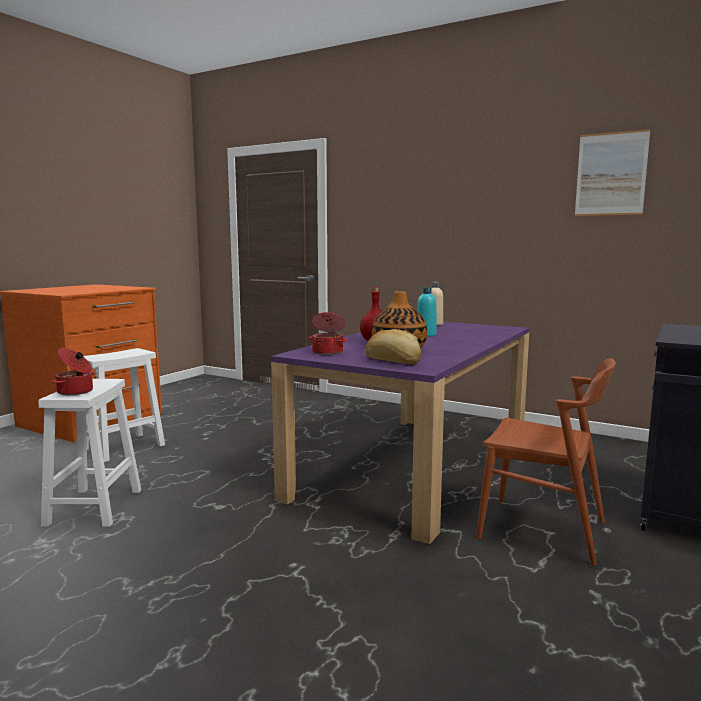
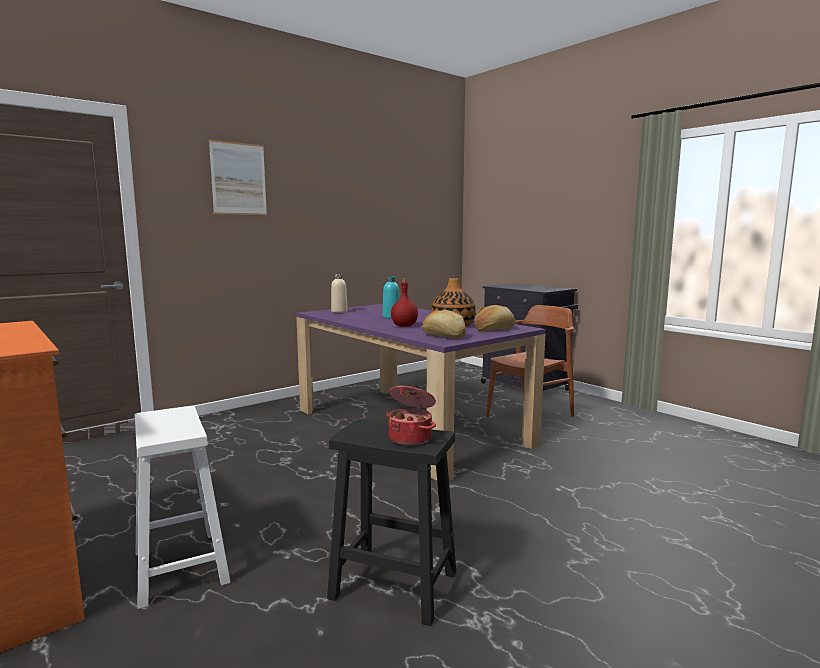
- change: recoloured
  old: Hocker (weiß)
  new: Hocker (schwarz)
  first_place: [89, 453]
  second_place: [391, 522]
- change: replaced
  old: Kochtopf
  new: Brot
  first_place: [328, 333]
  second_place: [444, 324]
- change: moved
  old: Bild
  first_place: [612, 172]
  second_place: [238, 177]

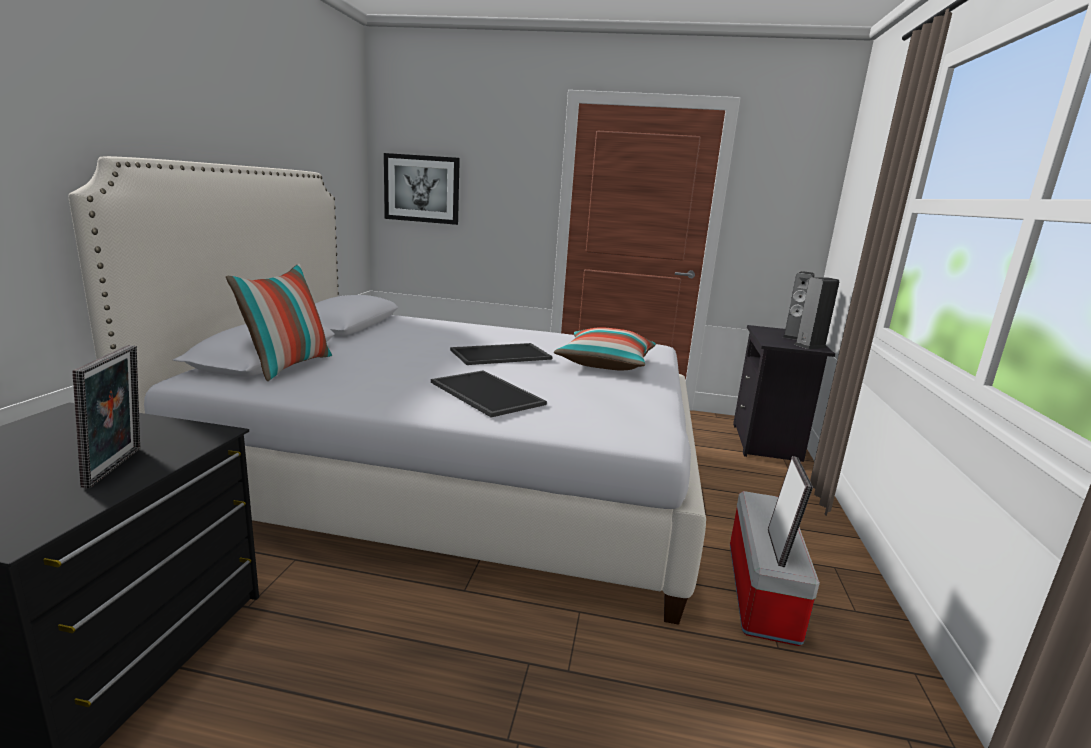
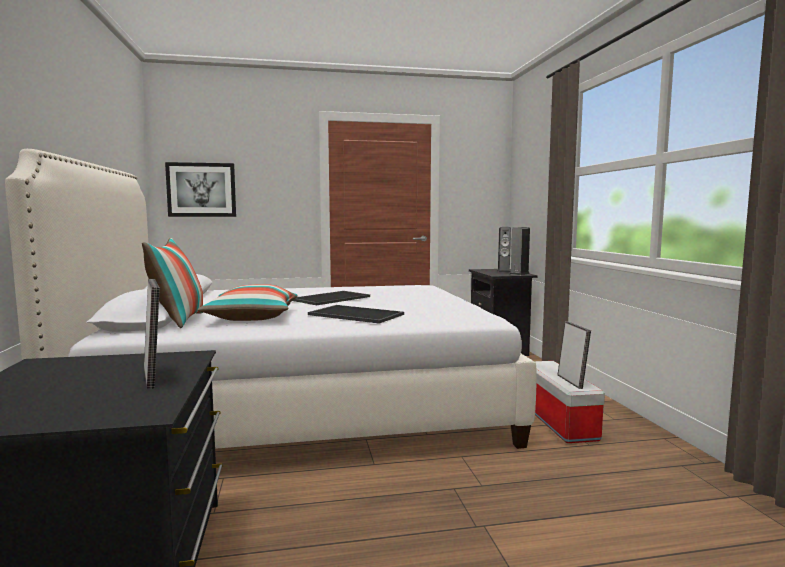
- change: moved
  old: Kissen
  first_place: [605, 348]
  second_place: [248, 302]

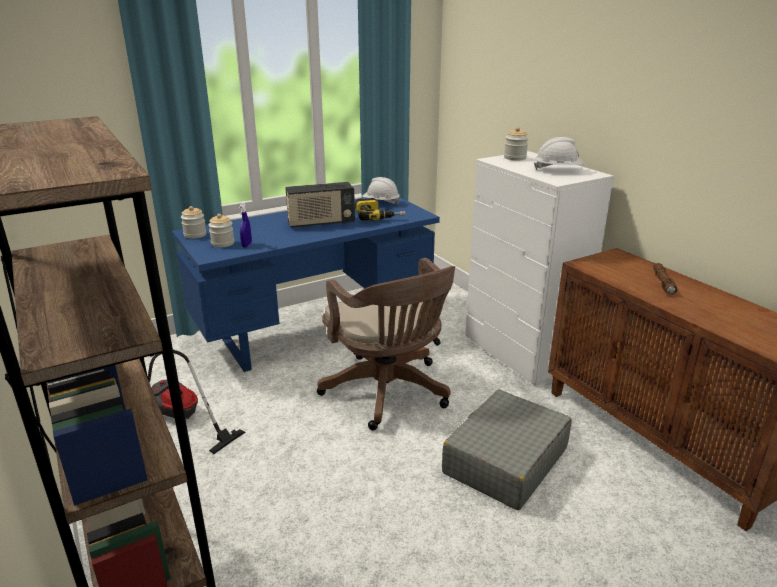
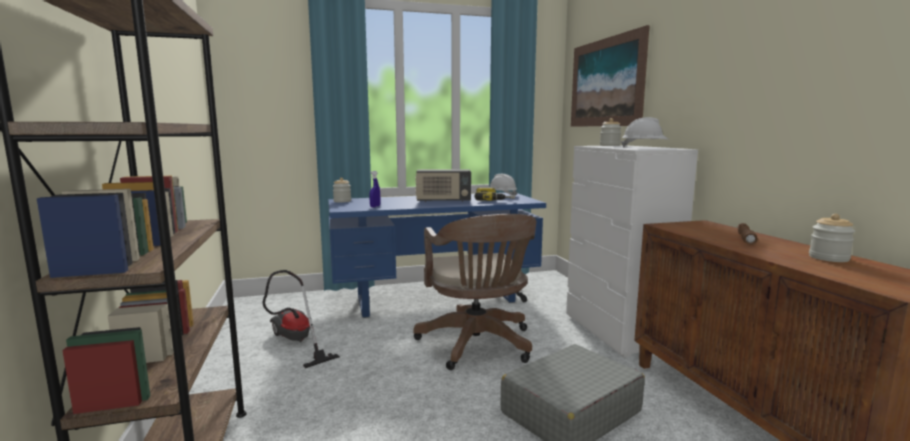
- change: moved
  old: Vorratsglas
  first_place: [221, 230]
  second_place: [832, 238]
- change: added
  new: Bild
  second_place: [610, 75]

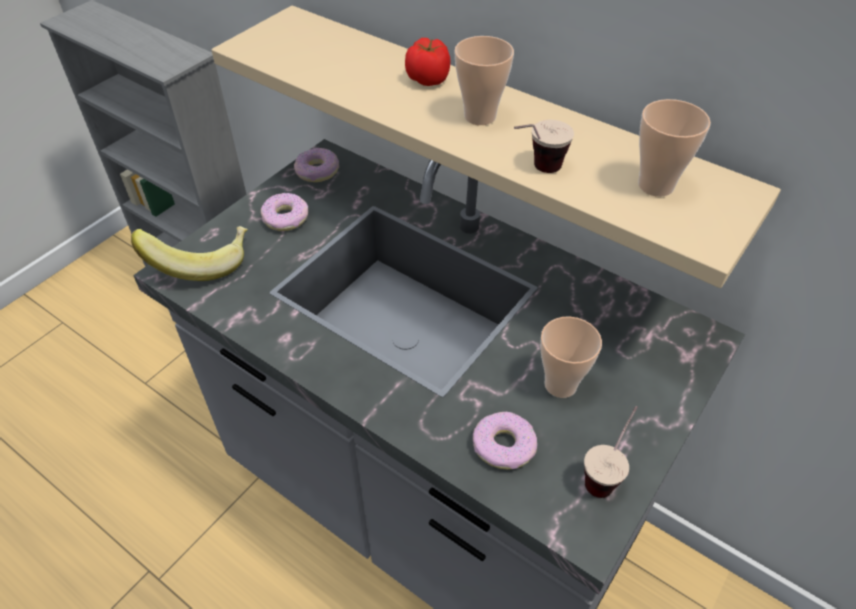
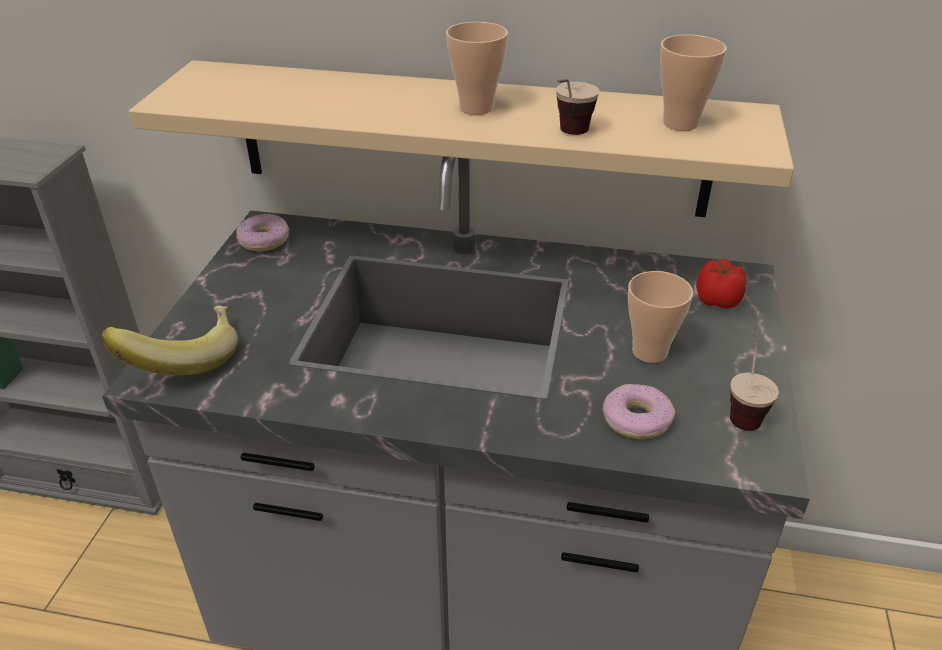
- change: removed
  old: Donut
  first_place: [284, 212]
- change: moved
  old: Tomate
  first_place: [428, 62]
  second_place: [721, 284]

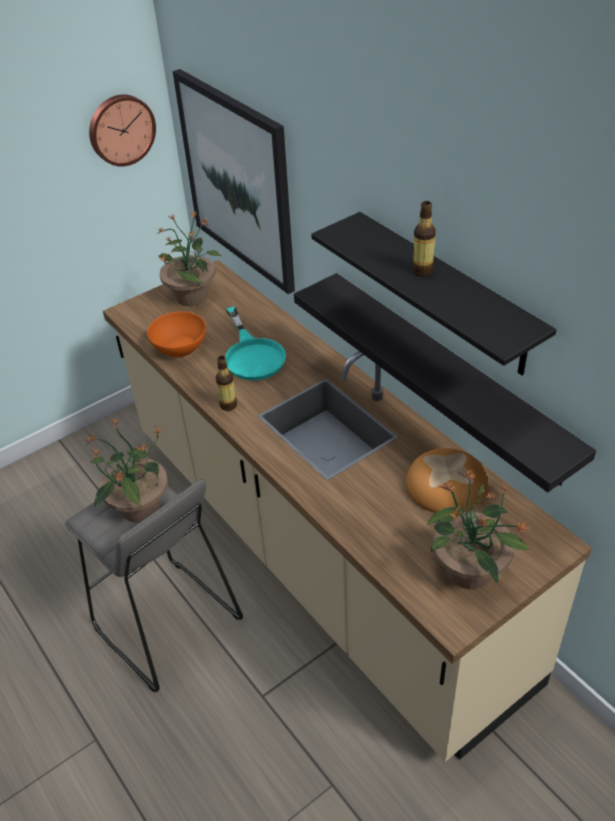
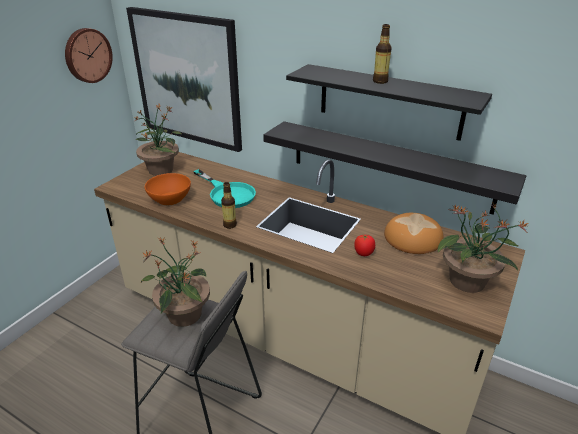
- change: added
  new: Tomate
  second_place: [364, 245]

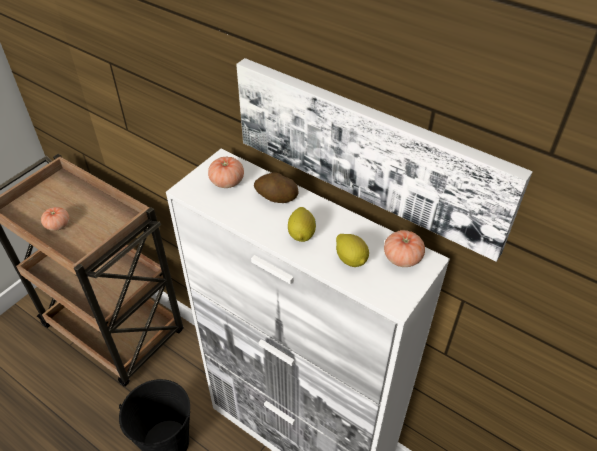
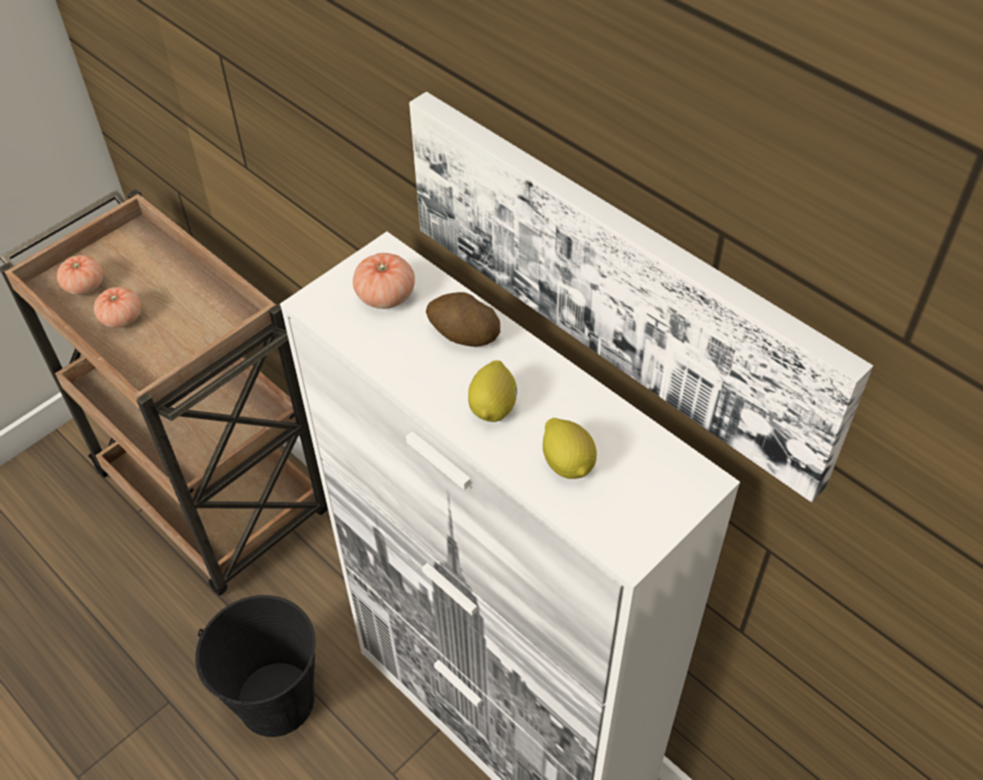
- change: moved
  old: Tomate
  first_place: [404, 248]
  second_place: [80, 275]

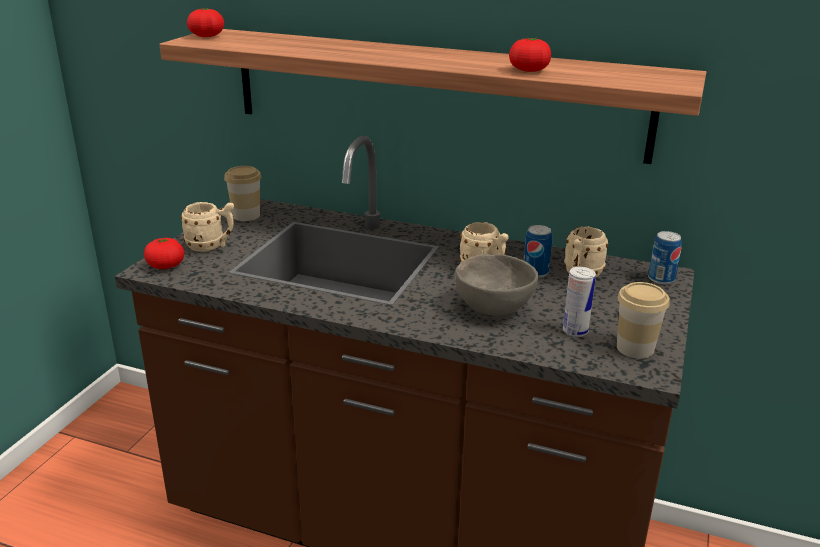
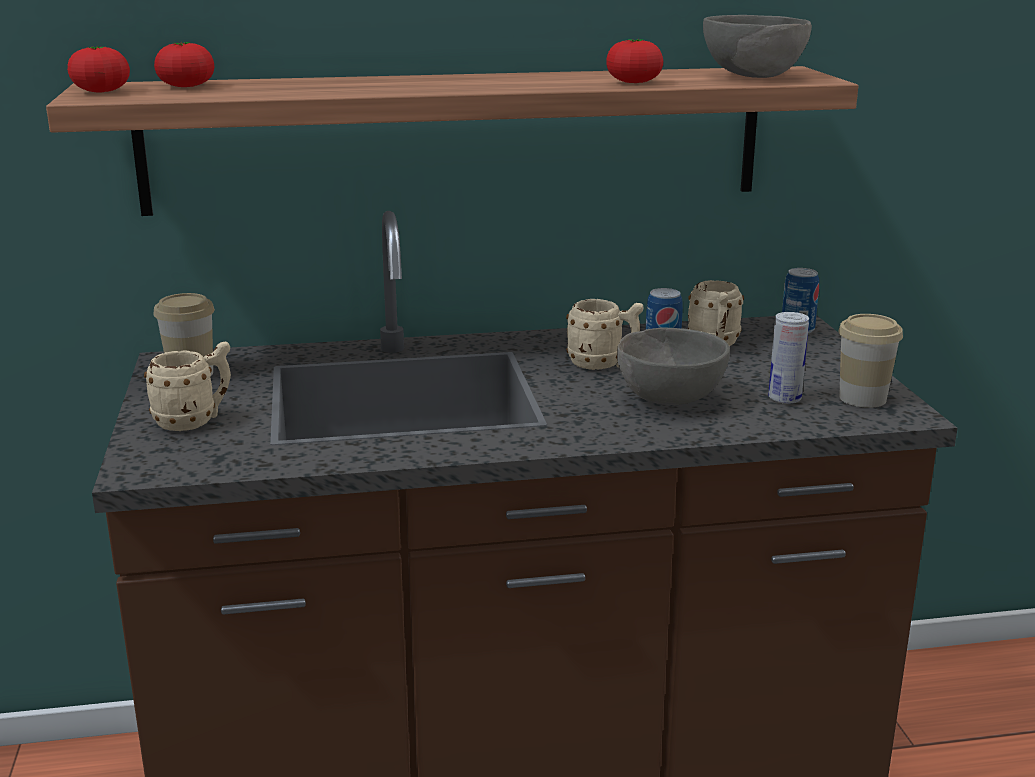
- change: moved
  old: Tomate
  first_place: [164, 253]
  second_place: [184, 64]
- change: added
  new: Schüssel (grau)
  second_place: [757, 46]

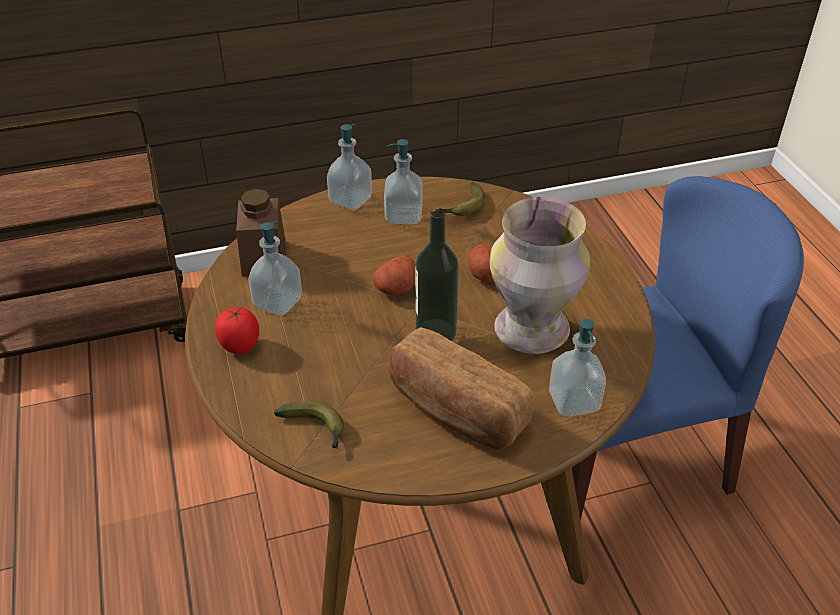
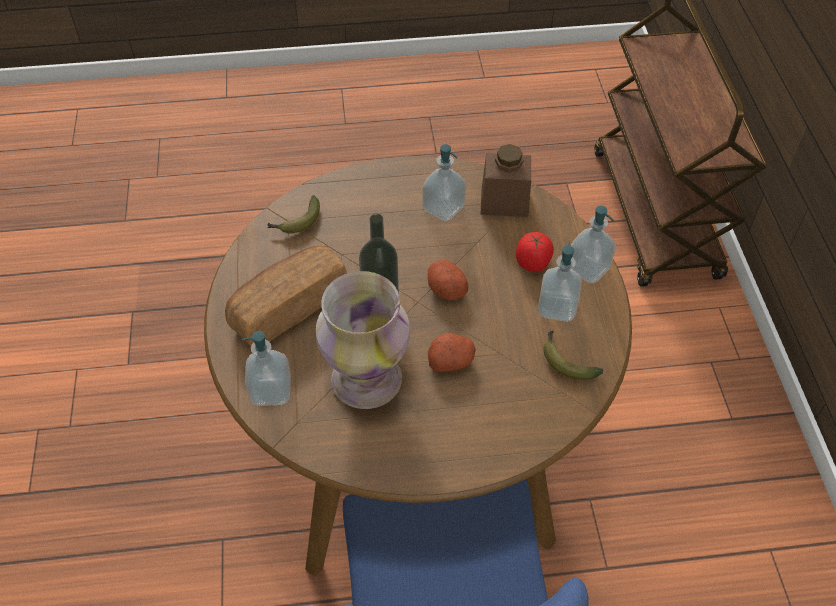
- change: moved
  old: Tomate
  first_place: [237, 330]
  second_place: [535, 252]

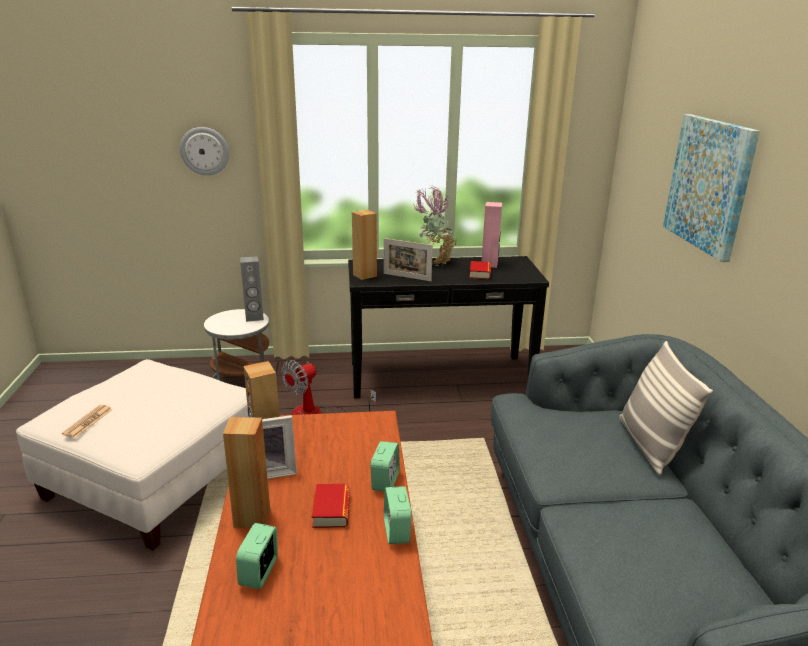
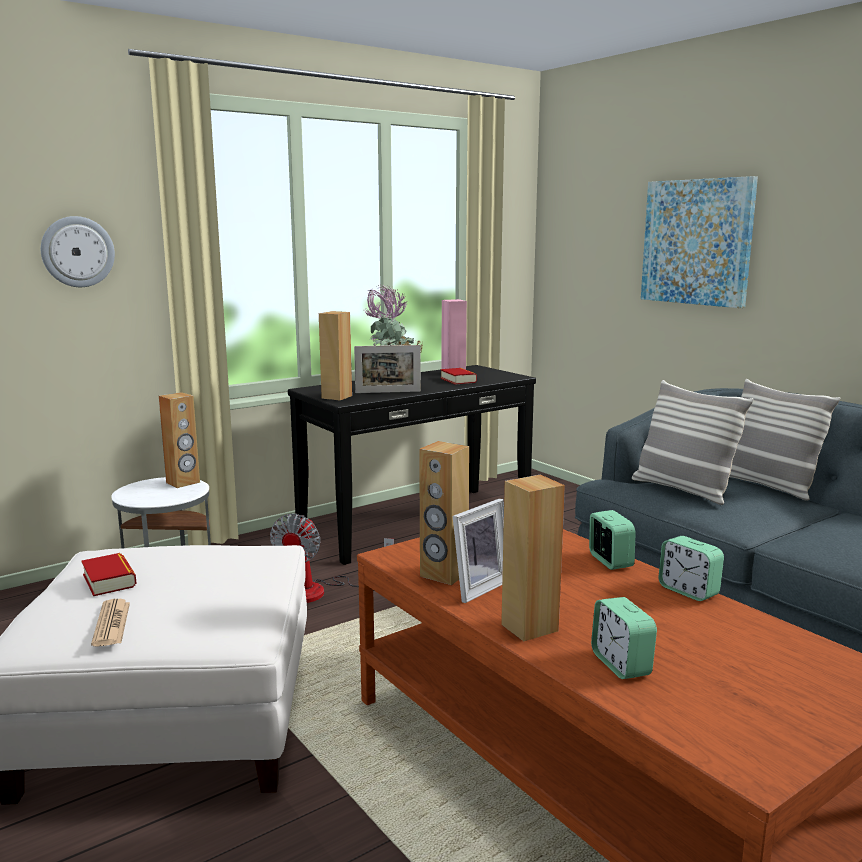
- change: recoloured
  old: Lautsprecher (grau)
  new: Lautsprecher (braun)
  first_place: [252, 289]
  second_place: [179, 440]
- change: moved
  old: Buch
  first_place: [331, 506]
  second_place: [109, 574]
- change: added
  new: Kissen
  second_place: [693, 442]

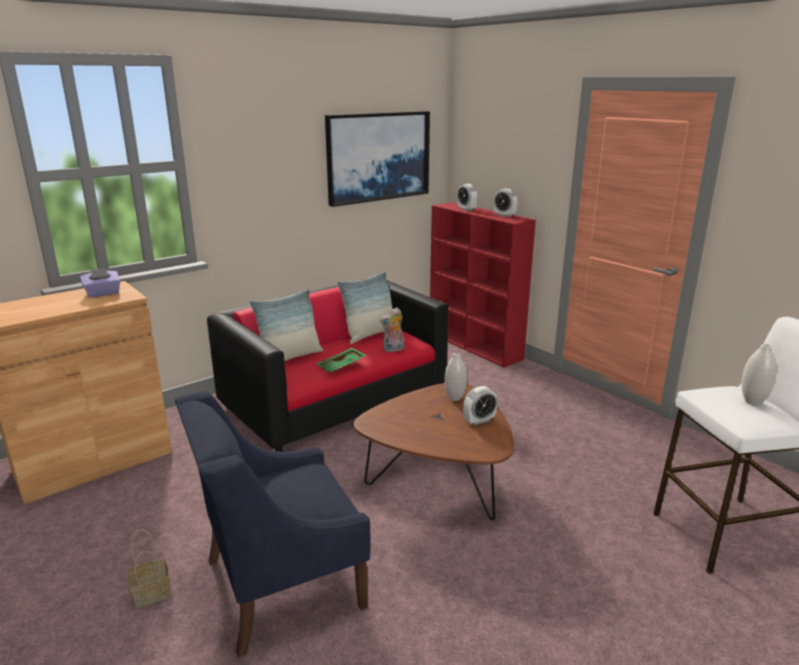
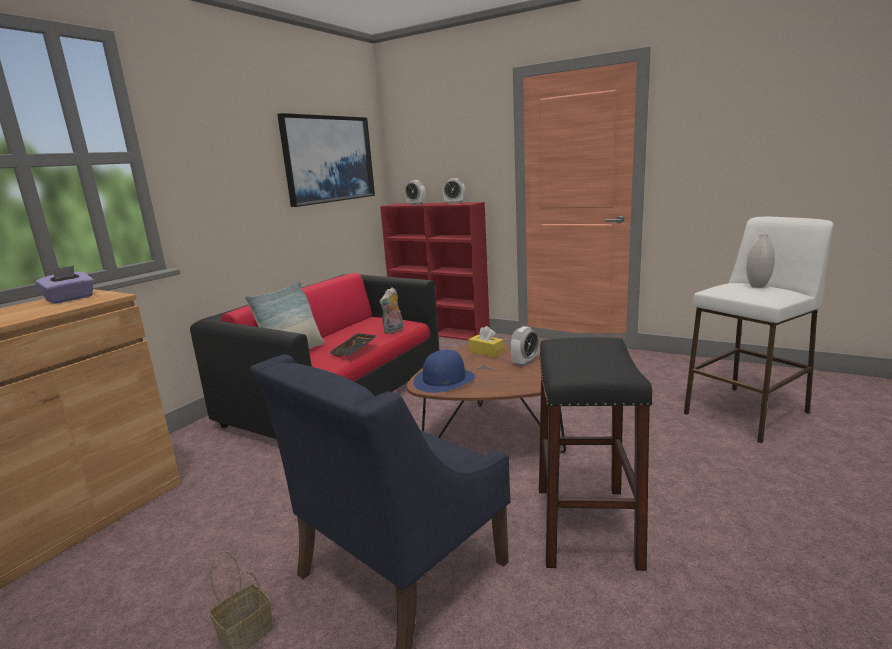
- change: recoloured
  old: Tablett (grün)
  new: Tablett (schwarz)
  first_place: [341, 360]
  second_place: [353, 345]
- change: removed
  old: Kissen
  first_place: [365, 307]
- change: replaced
  old: Vase (weiß)
  new: Taschentuchbox (gelb)
  first_place: [456, 377]
  second_place: [486, 342]
- change: added
  new: Hut (blau)
  second_place: [444, 371]
- change: added
  new: Hocker (schwarz)
  second_place: [596, 454]

